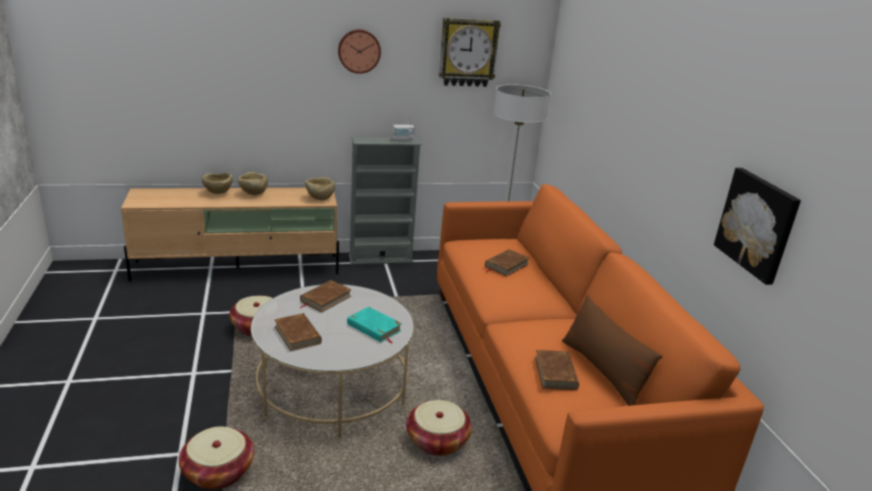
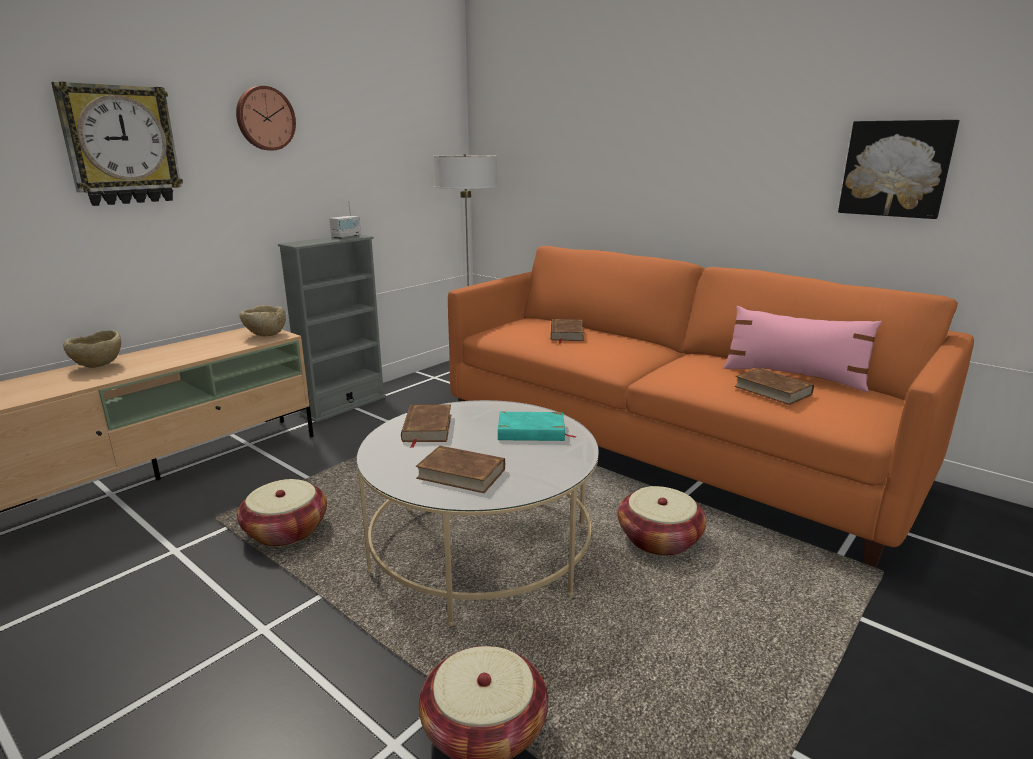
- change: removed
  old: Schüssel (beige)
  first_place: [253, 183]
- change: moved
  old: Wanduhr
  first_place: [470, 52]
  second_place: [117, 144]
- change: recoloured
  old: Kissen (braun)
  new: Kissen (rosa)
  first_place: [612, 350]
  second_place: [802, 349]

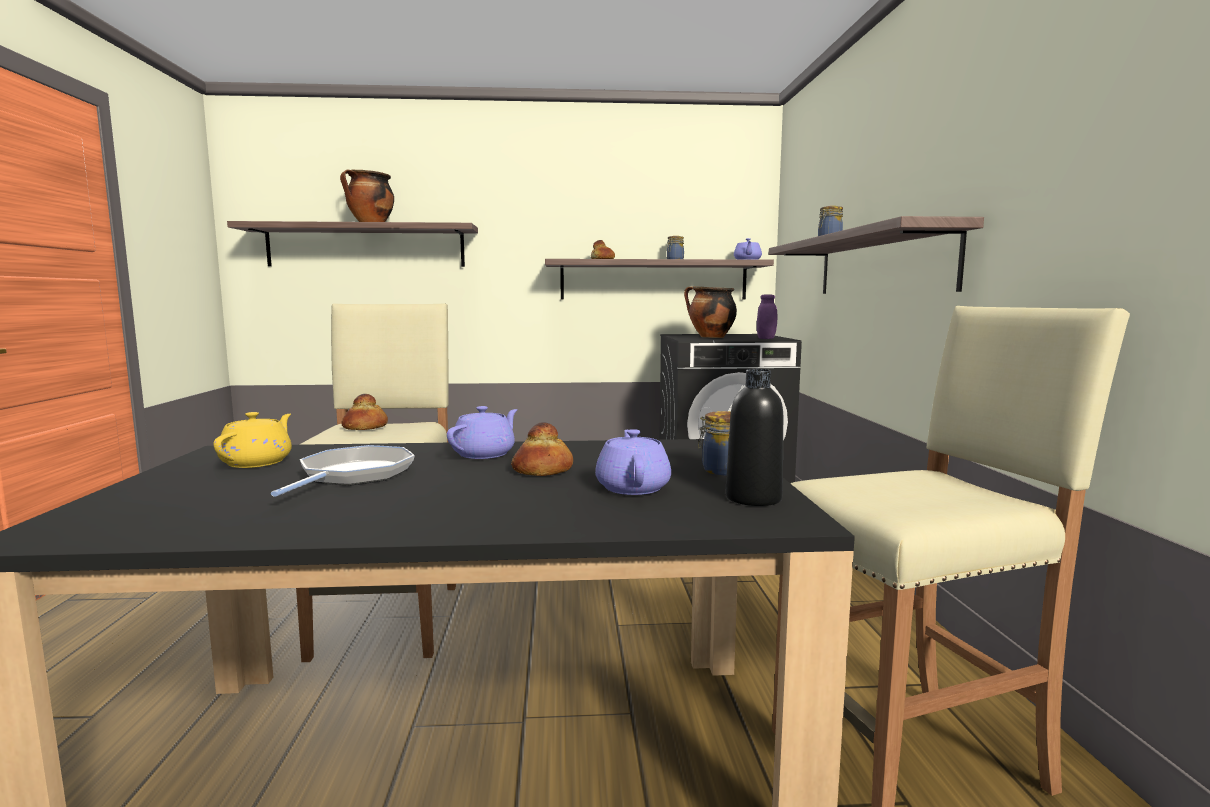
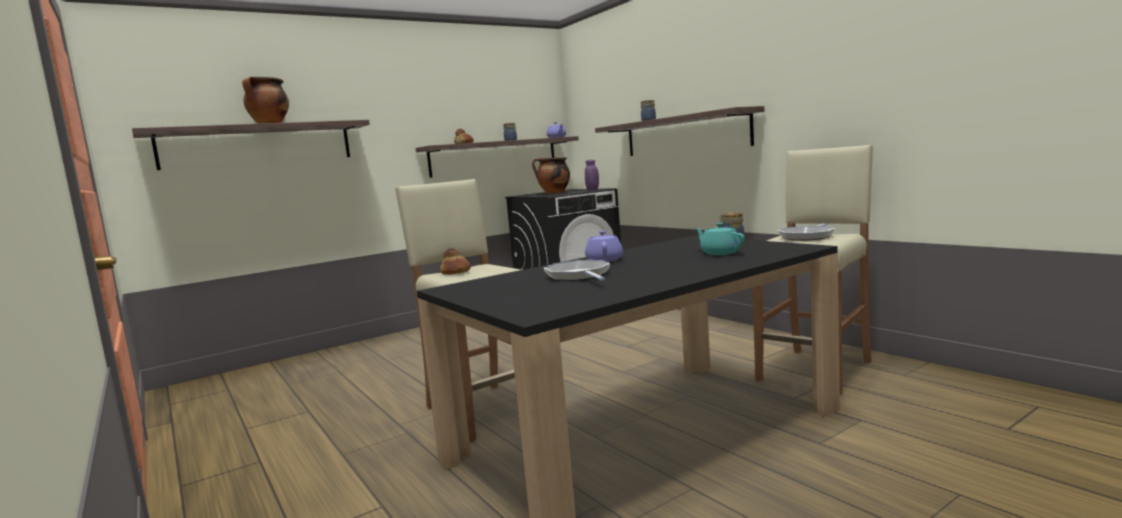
- change: removed
  old: Teekanne (gelb)
  first_place: [253, 440]
- change: removed
  old: Brot
  first_place: [542, 449]
- change: recoloured
  old: Teekanne (lila)
  new: Teekanne (türkis)
  first_place: [633, 462]
  second_place: [720, 239]
- change: removed
  old: Flasche (schwarz)
  first_place: [754, 437]
- change: added
  new: Pfanne
  second_place: [806, 232]

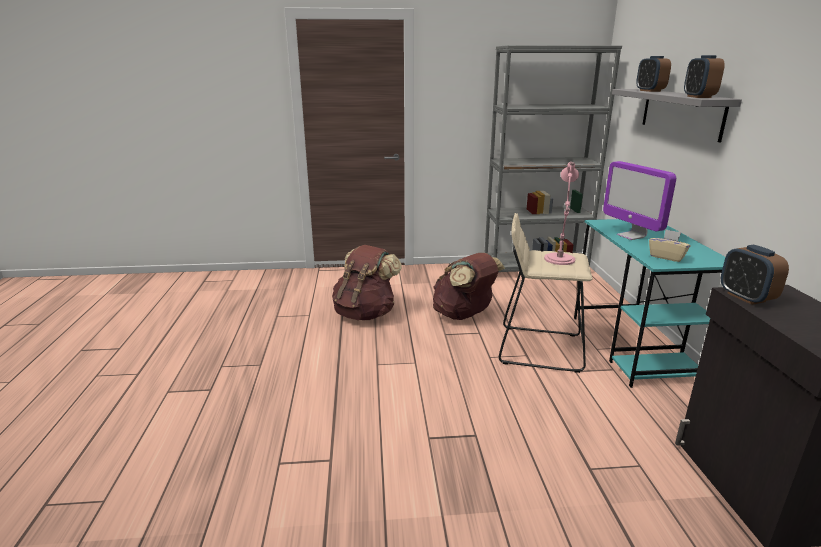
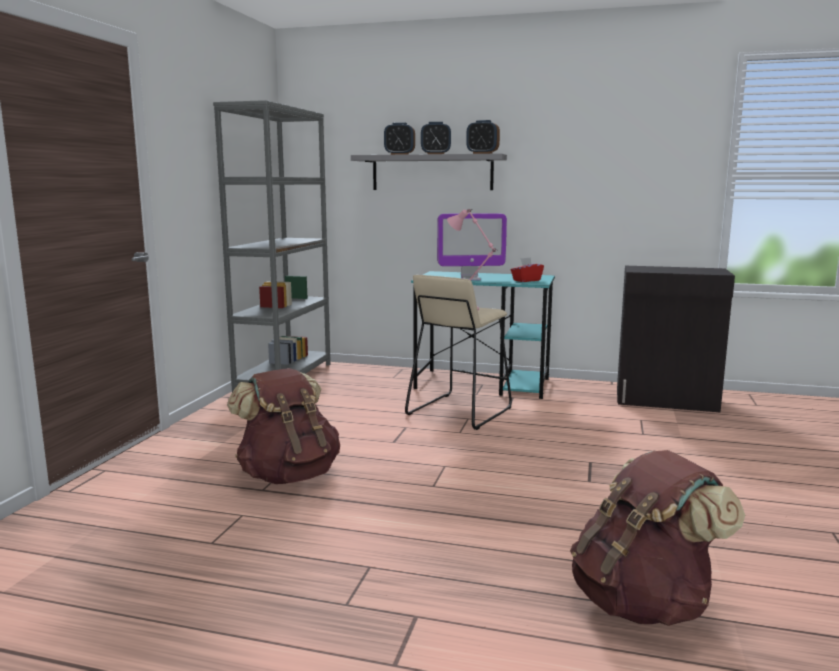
- change: moved
  old: Rucksack (braun)
  first_place: [469, 286]
  second_place: [657, 538]
- change: recoloured
  old: Taschentuchbox (beige)
  new: Taschentuchbox (rot)
  first_place: [670, 245]
  second_place: [527, 269]
- change: moved
  old: Wecker
  first_place: [755, 275]
  second_place: [436, 138]

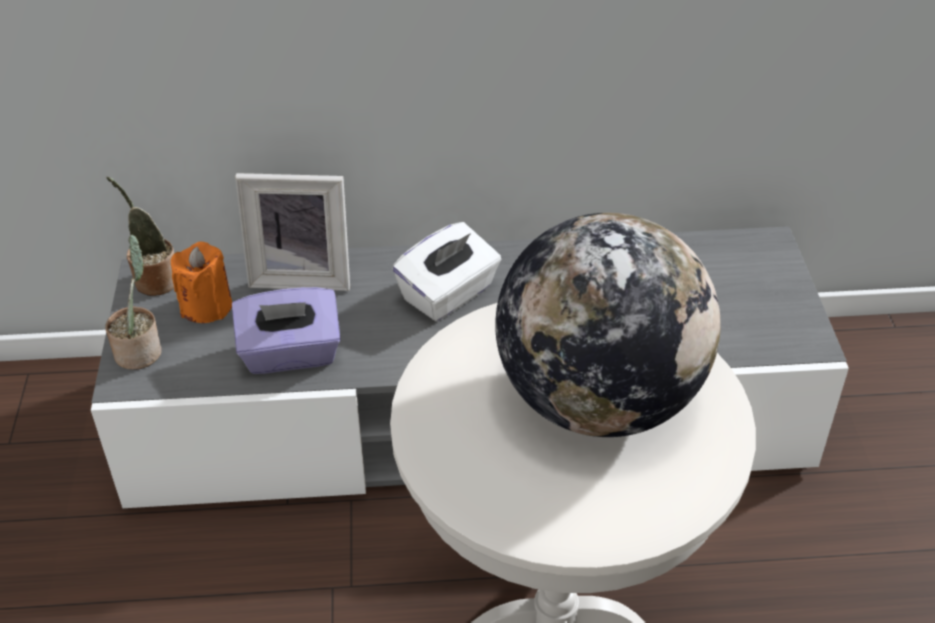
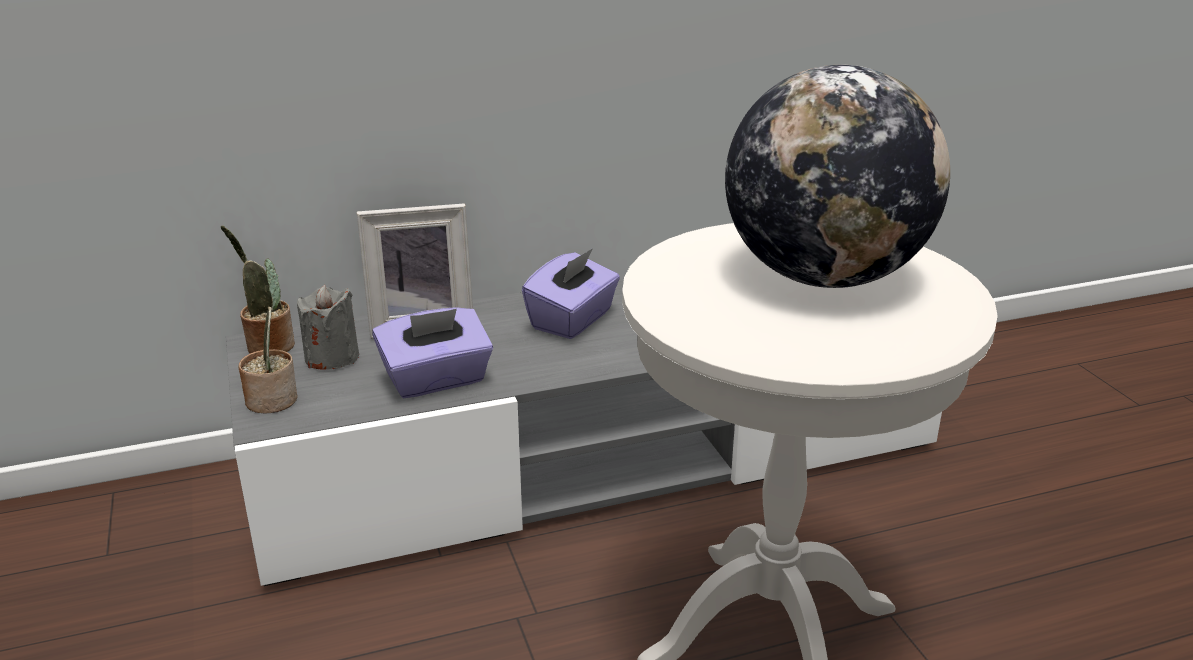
- change: recoloured
  old: Kerze (orange)
  new: Kerze (grau)
  first_place: [201, 282]
  second_place: [328, 327]
- change: recoloured
  old: Taschentuchbox (weiß)
  new: Taschentuchbox (lila)
  first_place: [447, 271]
  second_place: [571, 293]

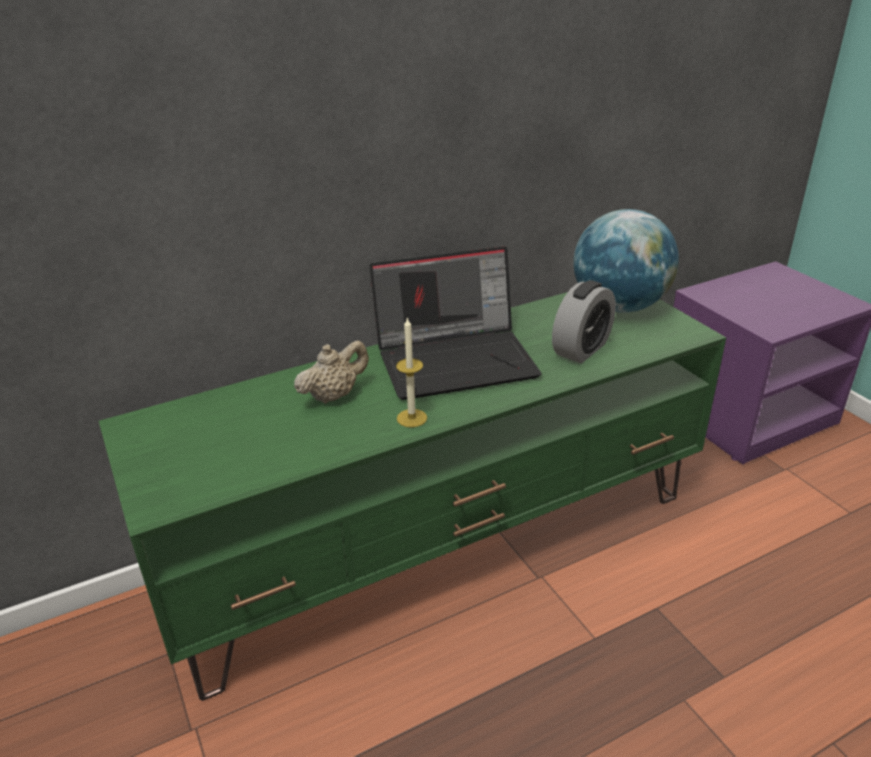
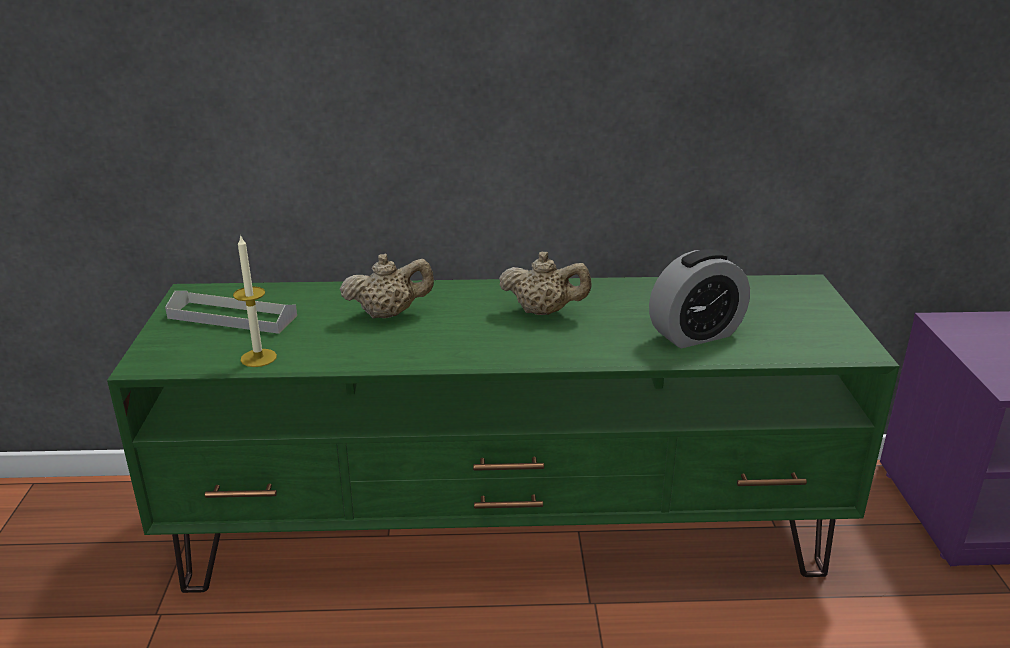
- change: replaced
  old: Laptop
  new: Teekanne (beige)
  first_place: [455, 323]
  second_place: [545, 283]
- change: moved
  old: Kerze
  first_place: [411, 372]
  second_place: [255, 300]
- change: removed
  old: Globus
  first_place: [626, 261]
- change: added
  new: Tablett (grau)
  second_place: [231, 312]

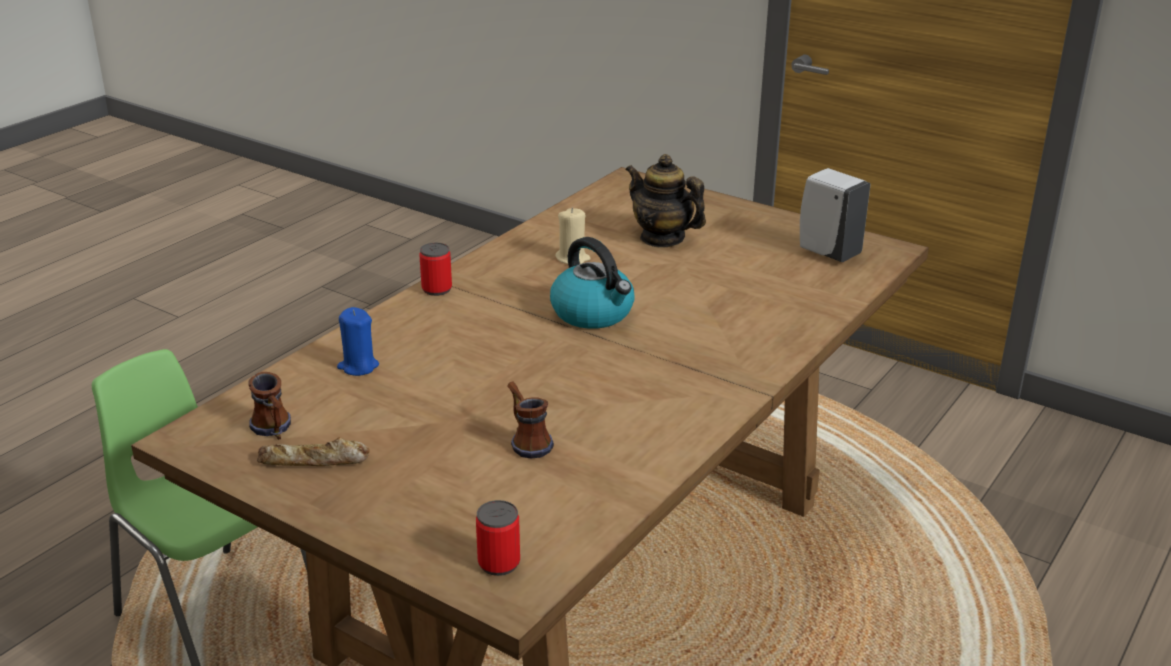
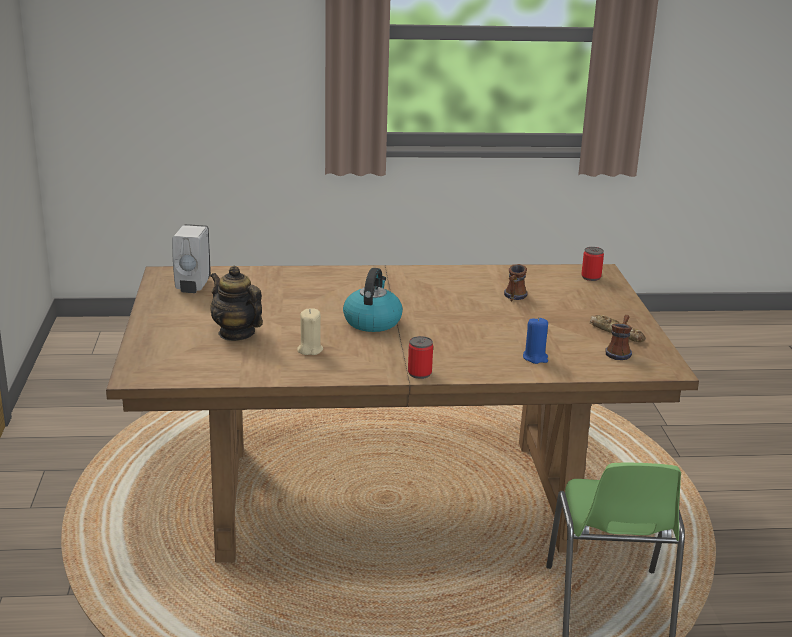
- change: turned
  old: Teekanne
  first_place: [665, 201]
  second_place: [236, 303]
  degrees: 135

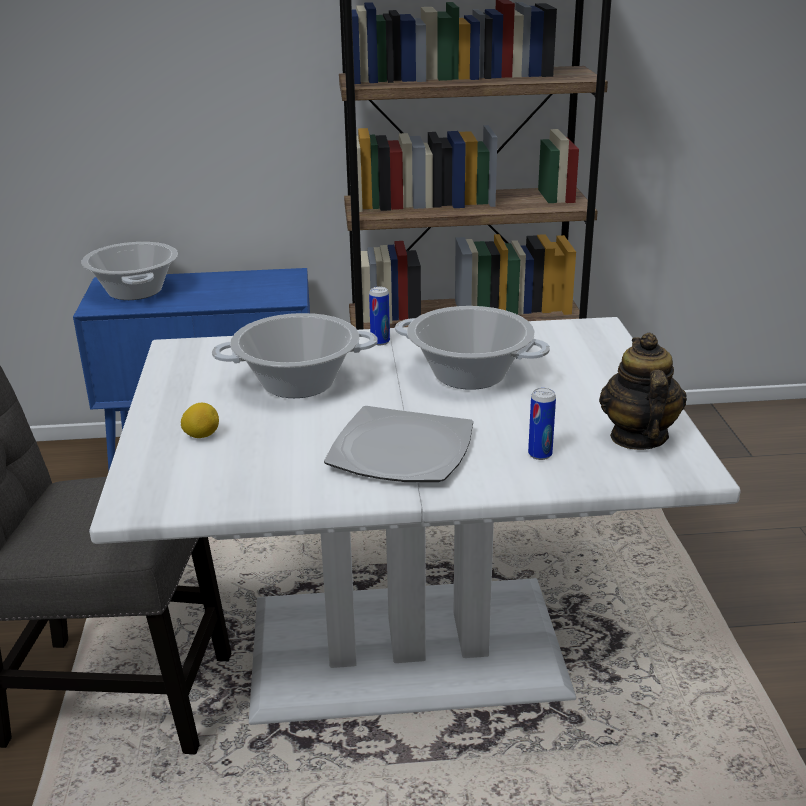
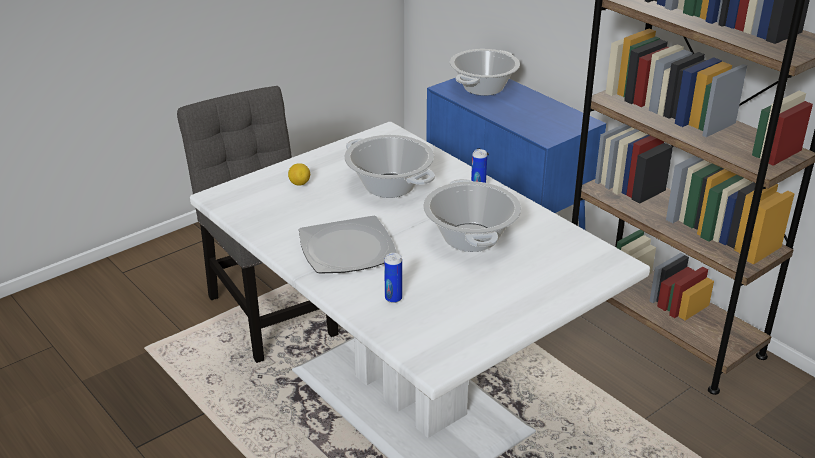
- change: removed
  old: Teekanne
  first_place: [643, 391]

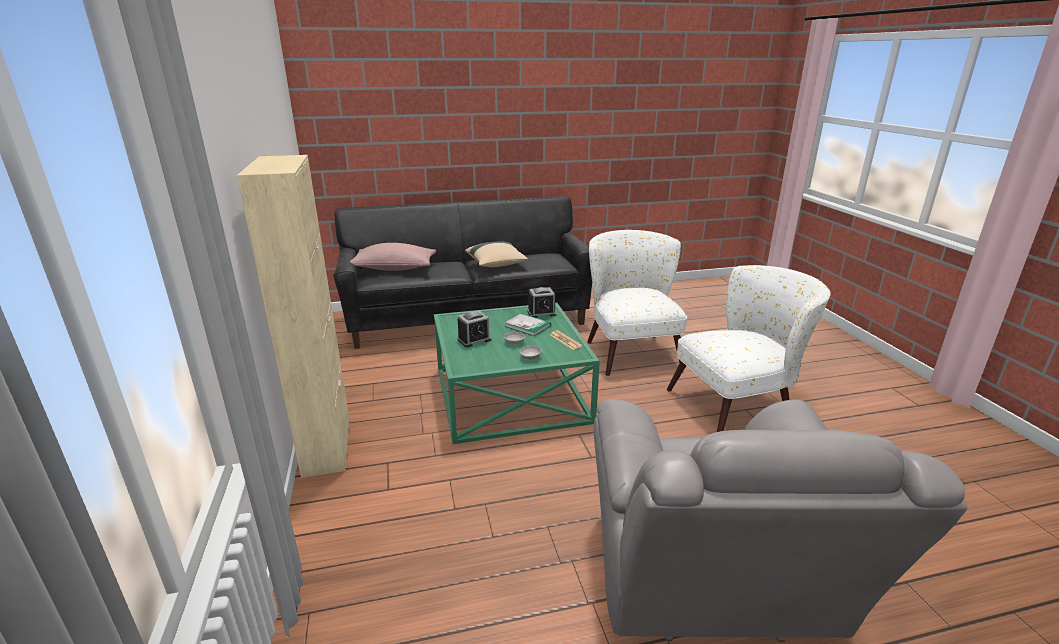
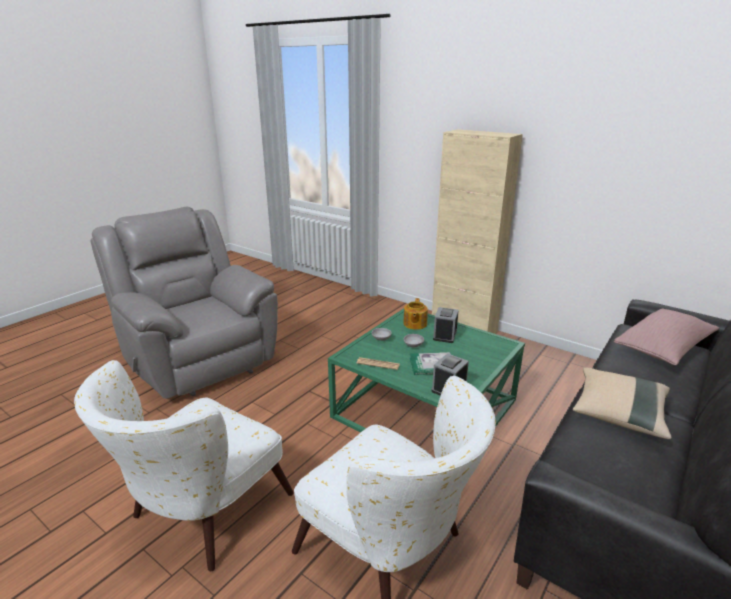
- change: added
  new: Teekanne
  second_place: [415, 314]

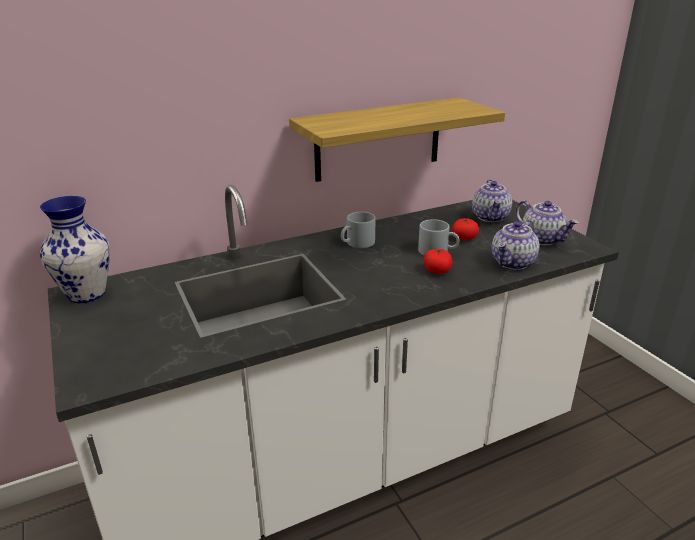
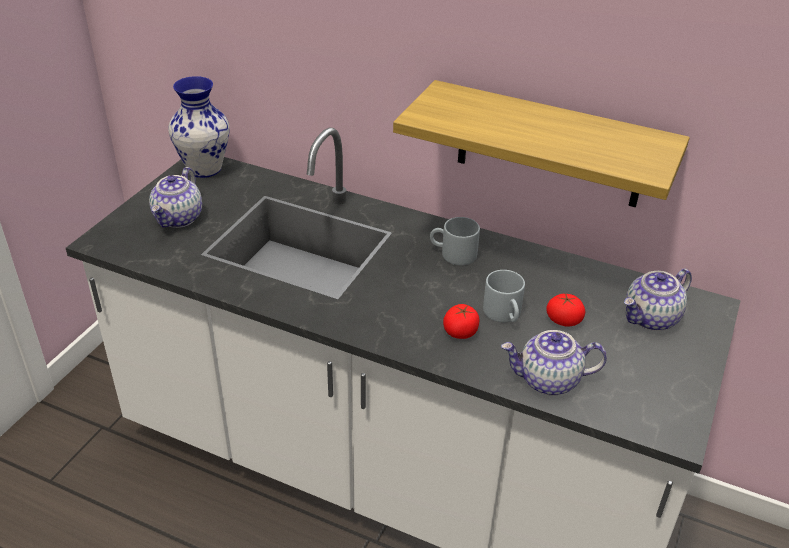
- change: moved
  old: Teekanne
  first_place: [547, 222]
  second_place: [175, 197]

